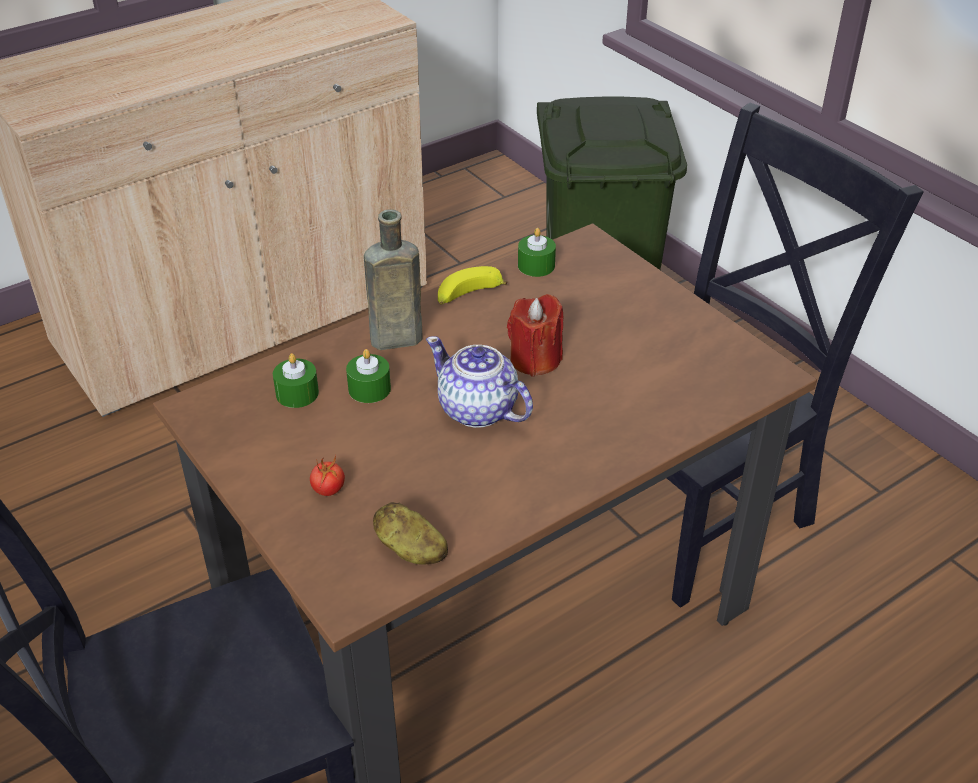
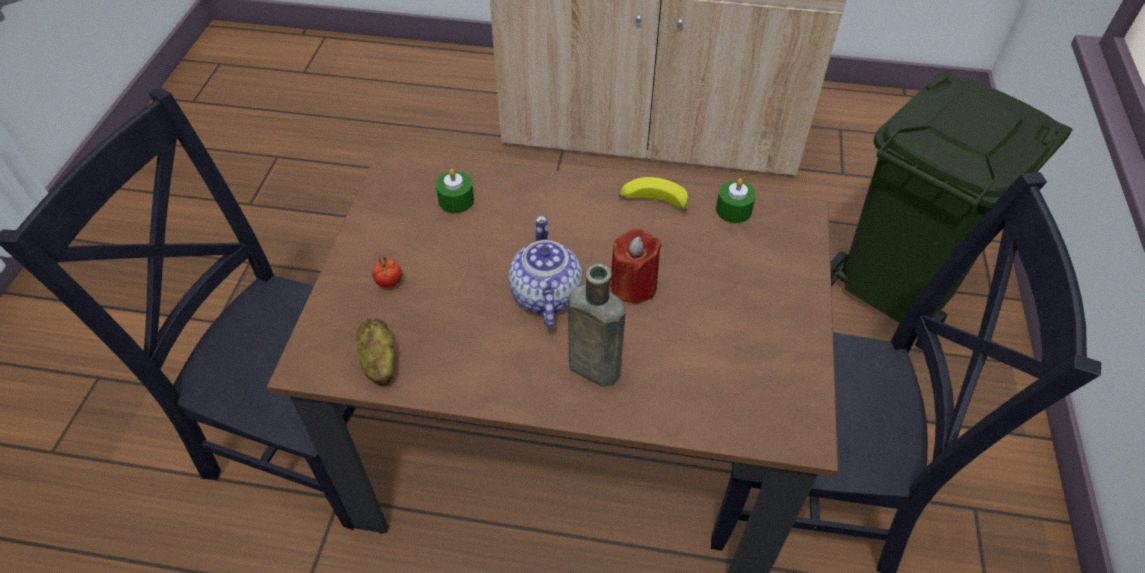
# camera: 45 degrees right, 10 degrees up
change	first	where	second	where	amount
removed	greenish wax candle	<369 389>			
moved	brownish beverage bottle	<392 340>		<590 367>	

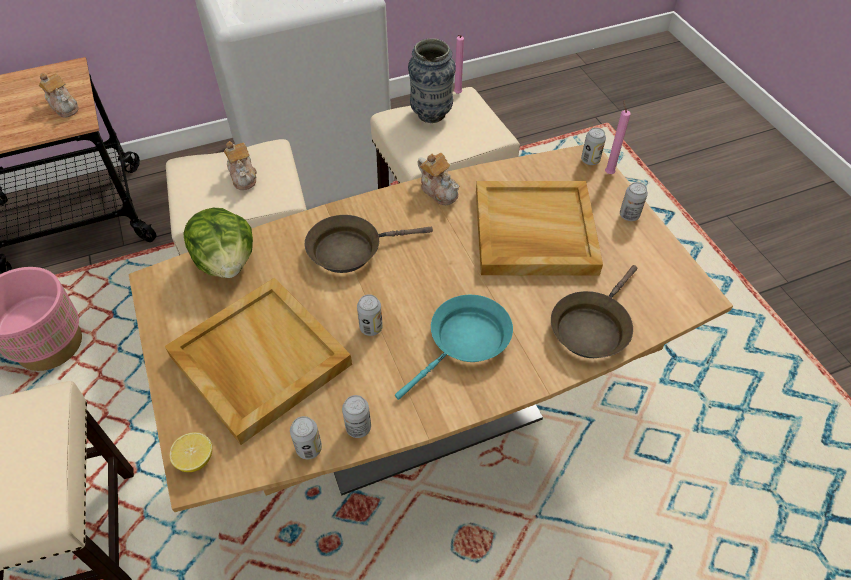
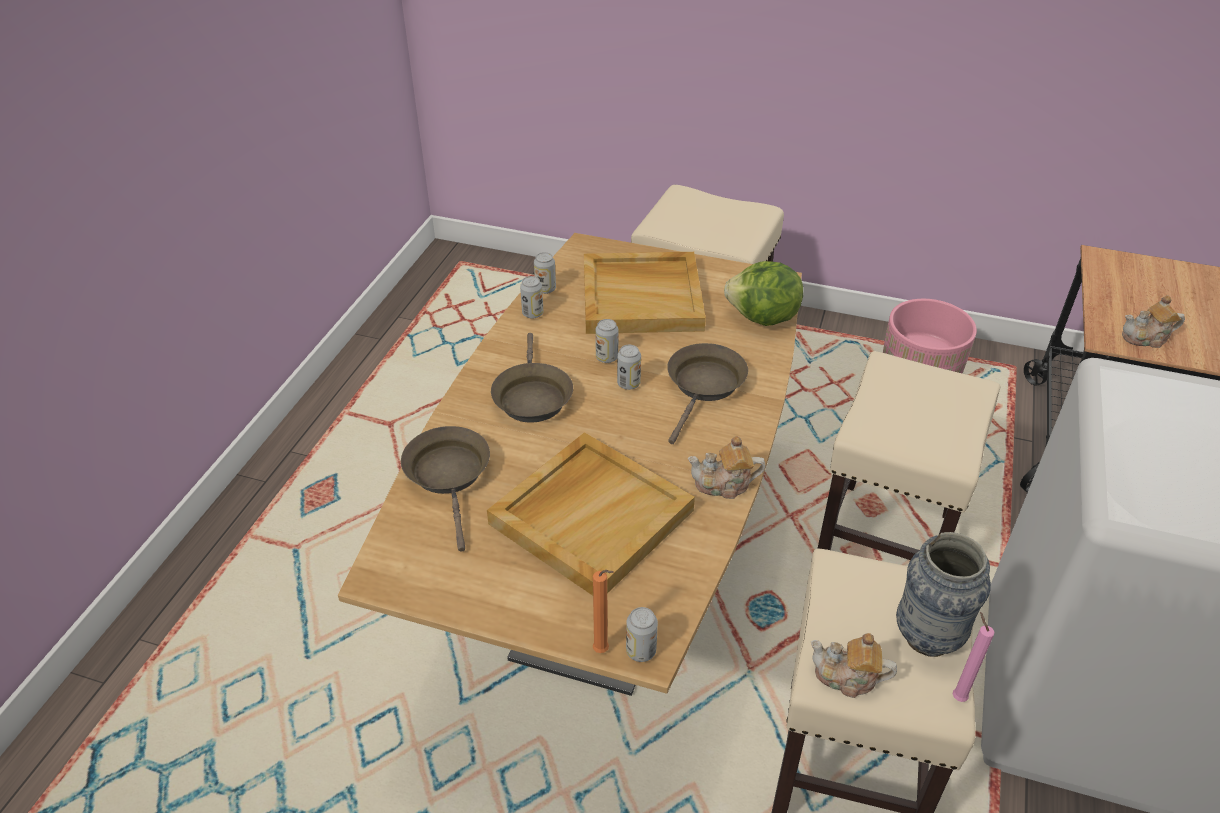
# camera: 130 degrees right, 10 degrees down
change	first	where	second	where	amount
removed	whole lemon	<195 459>			
moved	tea pot	<243 176>		<847 677>	
moved	sealed can	<629 215>		<628 384>	
recoloured	turquoise pan	<465 342>	brownish pan	<531 396>	
recoloured	pink wax candle	<608 172>	orangey wax candle	<603 651>	

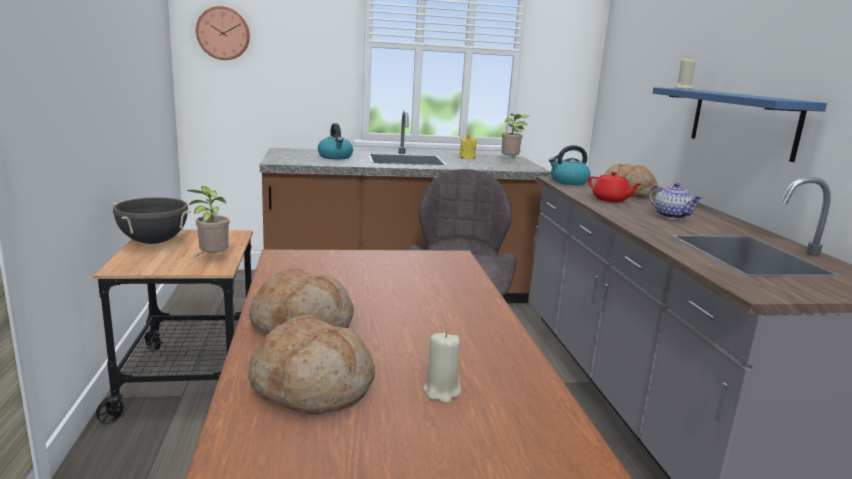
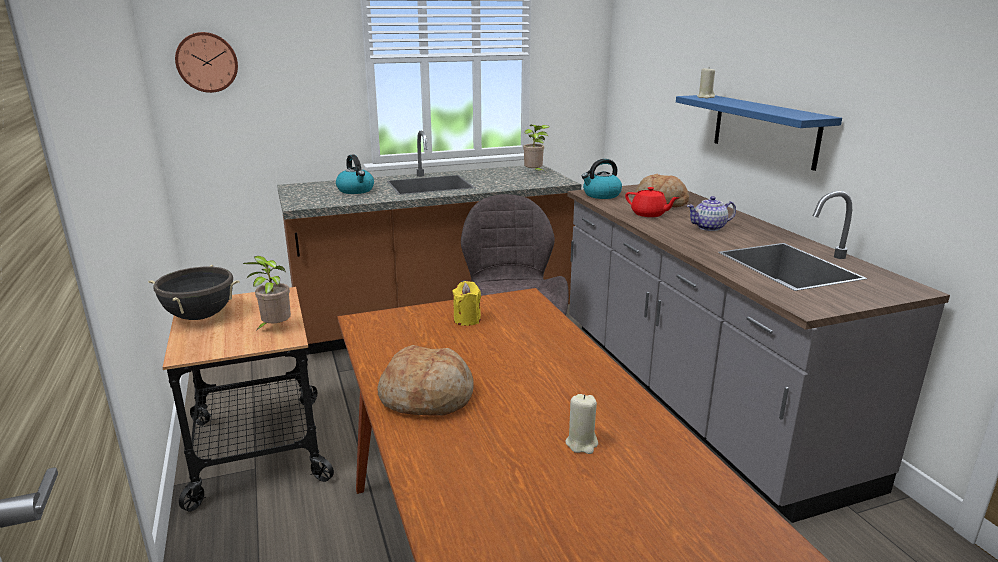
# camera: 10 degrees left, 5 degrees up
change	first	where	second	where	amount
removed	baked bread	<312 386>			
moved	yellow wax candle	<467 157>		<467 320>	
turned	tea pot	<671 216>		<709 227>	120 degrees clockwise

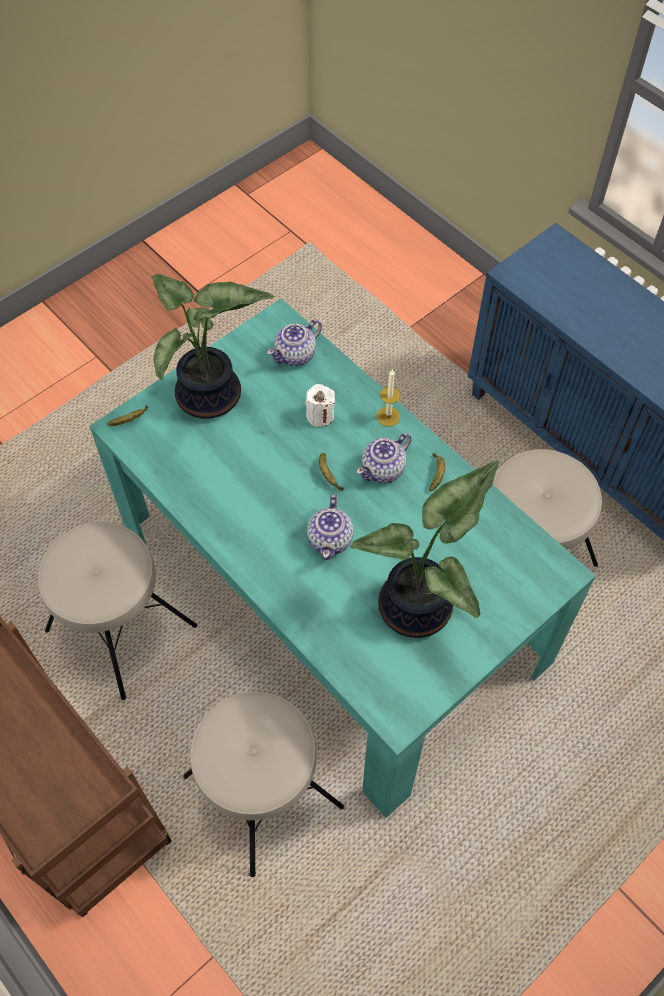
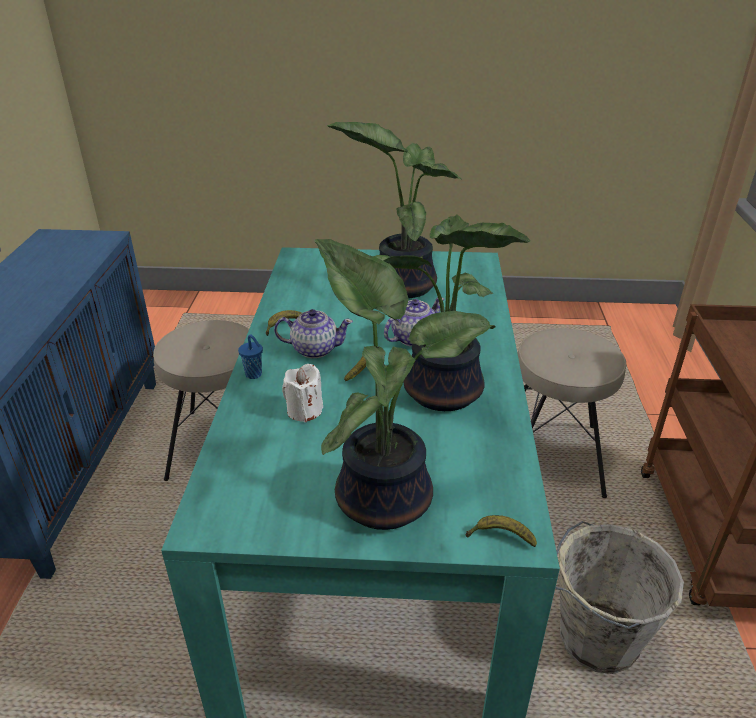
# camera: 135 degrees left, 25 degrees down
change	first	where	second	where	amount
removed	tea pot	<296 355>			
added			plant in a pot	<442 394>	
replaced	beige stool seat	<120 629>	grey pail	<594 639>	
replaced	wax candle	<388 416>	blue-coloured small cup	<254 375>	

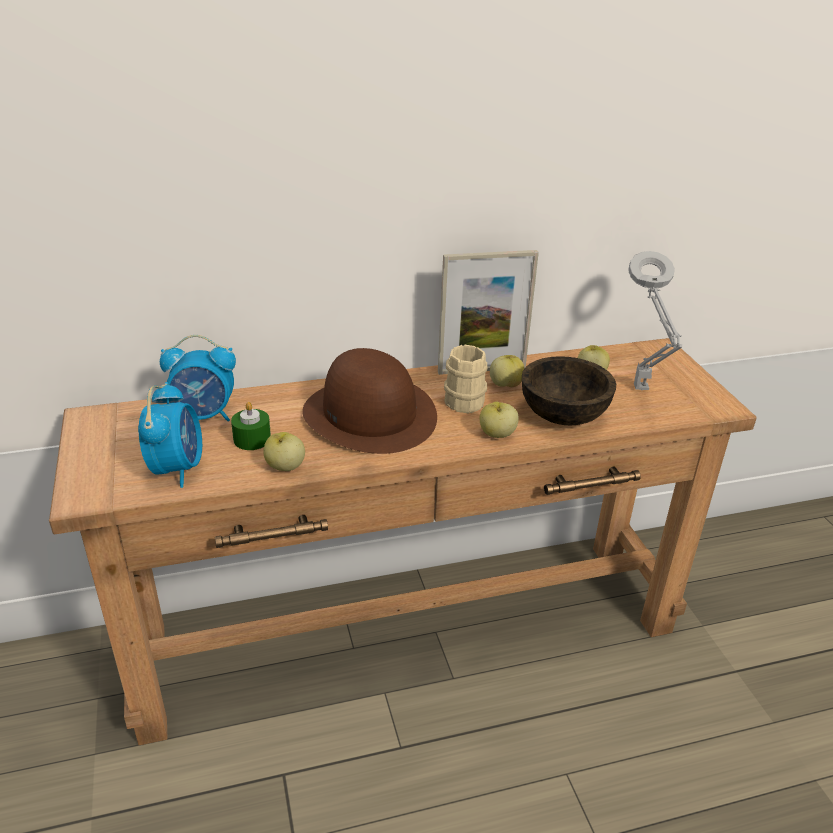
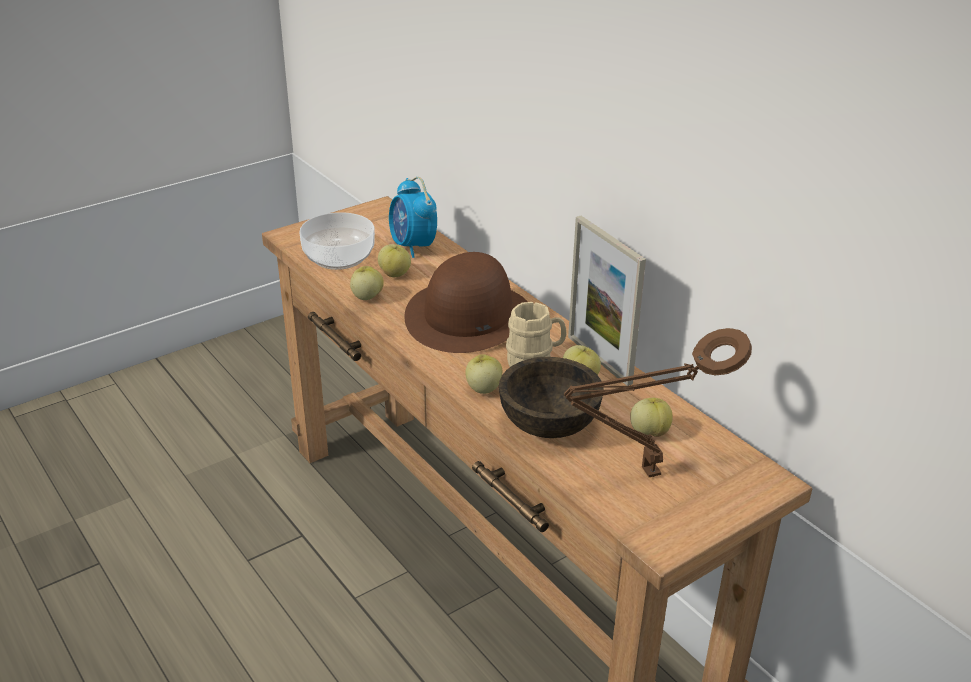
# camera: 70 degrees right, 0 degrees up
change	first	where	second	where	amount
replaced	bedside clock	<177 468>	bowl	<339 256>	
replaced	greenish wax candle	<252 439>	apple fruit	<395 274>	
recoloured	grey lamp for a table	<641 391>	brownish lamp for a table	<645 474>	

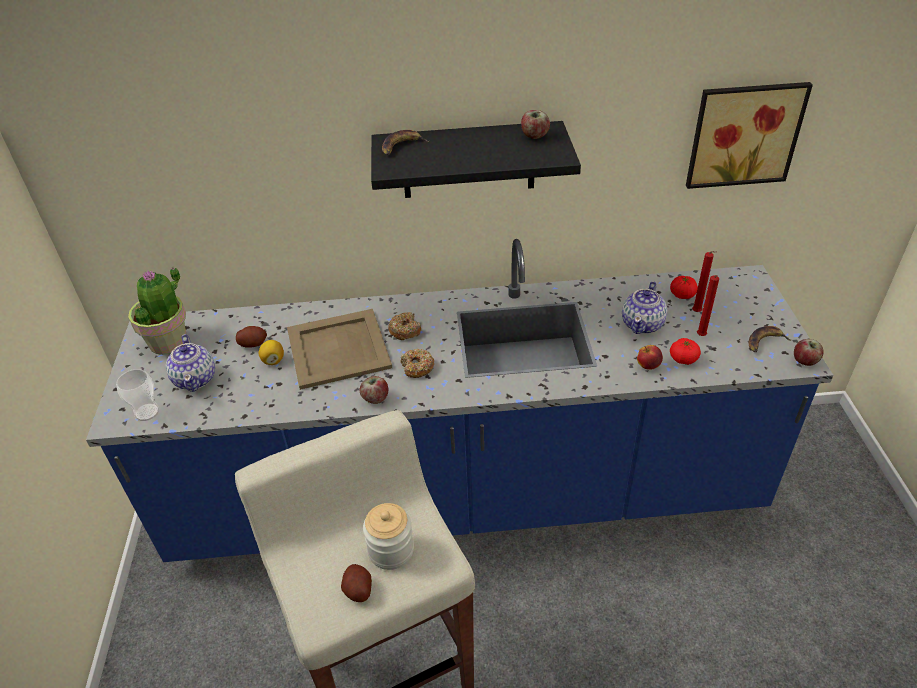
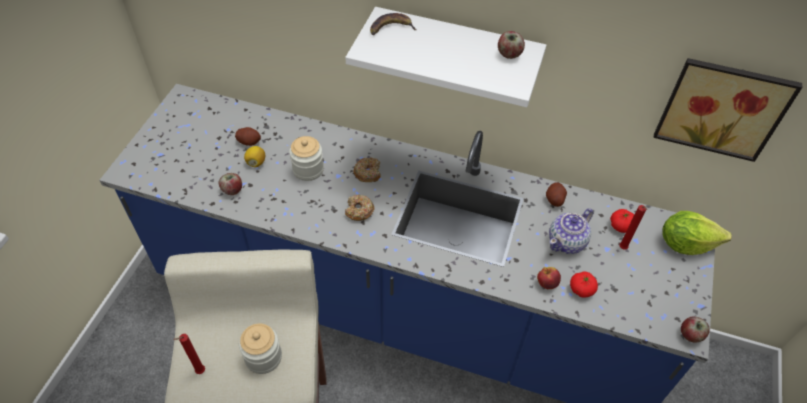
# camera: 20 degrees right, 10 degrees up
change	first	where	second	where	amount
removed	small cup	<147 412>			
removed	plant in a pot	<169 341>			
removed	tea pot	<195 378>			
removed	banana fruit	<765 342>			
added			lettuce	<685 243>	
moved	potato	<358 590>		<554 199>	
moved	apple fruit	<375 398>		<232 190>	
moved	reddish wax candle	<700 337>		<199 372>	
replaced	beige carrying tray	<337 348>	jar	<308 169>	
recoloured	blackish shelf	<468 160>	whitish shelf	<456 51>	

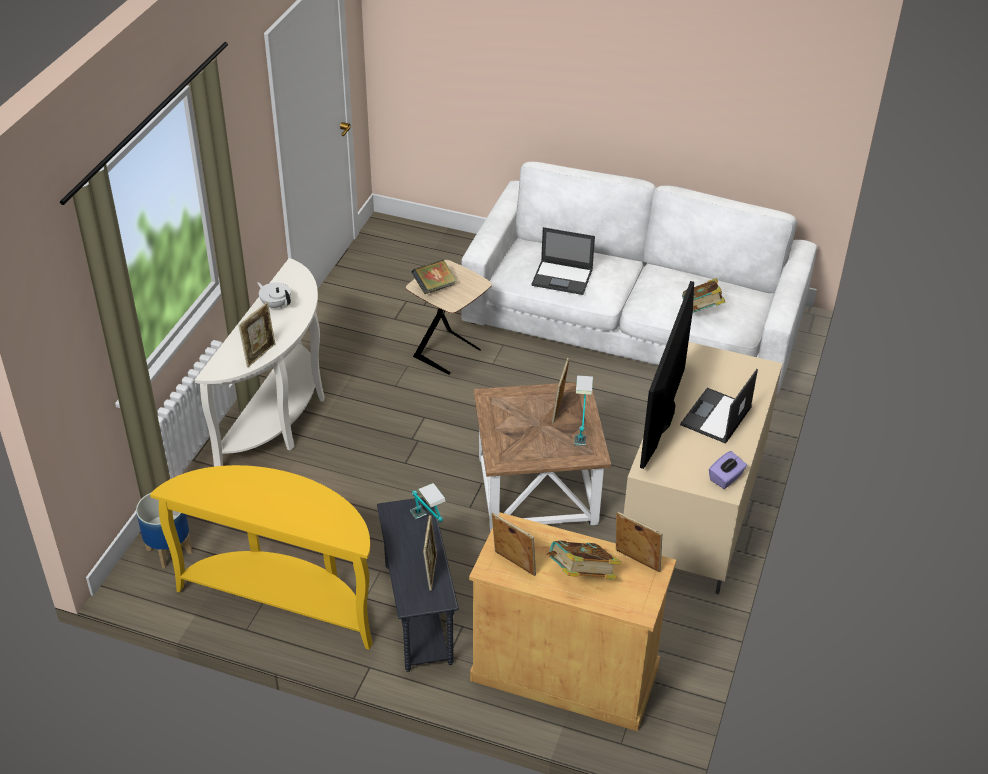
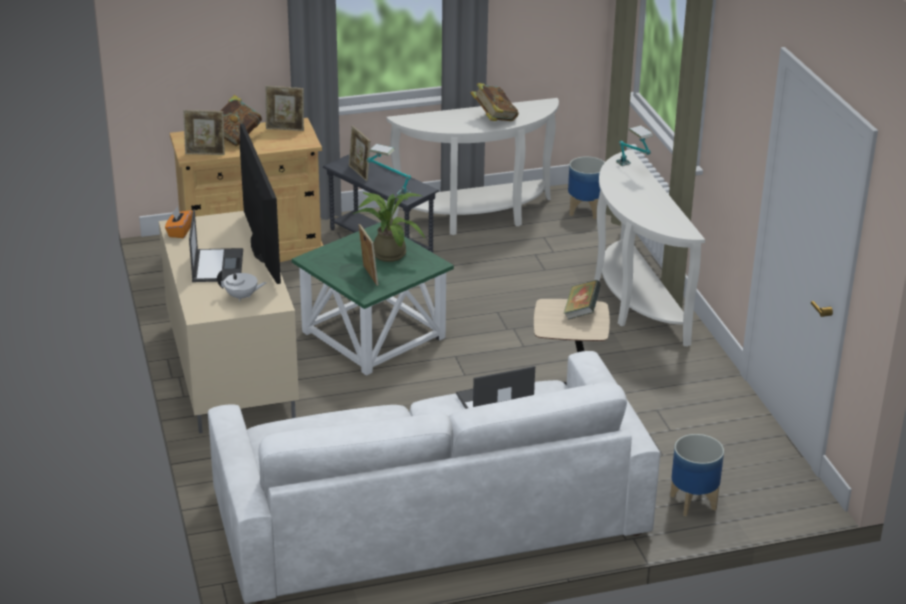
# camera: 145 degrees right, 10 degrees down
change	first	where	second	where	amount
removed	picture frame	<260 354>			
added			plant in a pot	<388 252>	
added			plant pot	<693 502>	
moved	whitish tea pot	<275 304>		<242 296>	
moved	lamp for a table	<581 428>		<633 170>	
moved	volume	<702 311>		<494 119>	
recoloured	yellow console table	<284 599>	whitish console table	<477 218>	
recoloured	brownish end table	<535 491>	greenish end table	<373 334>	
recoloured	purplish tissue box	<726 478>	orangey tissue box	<179 232>	

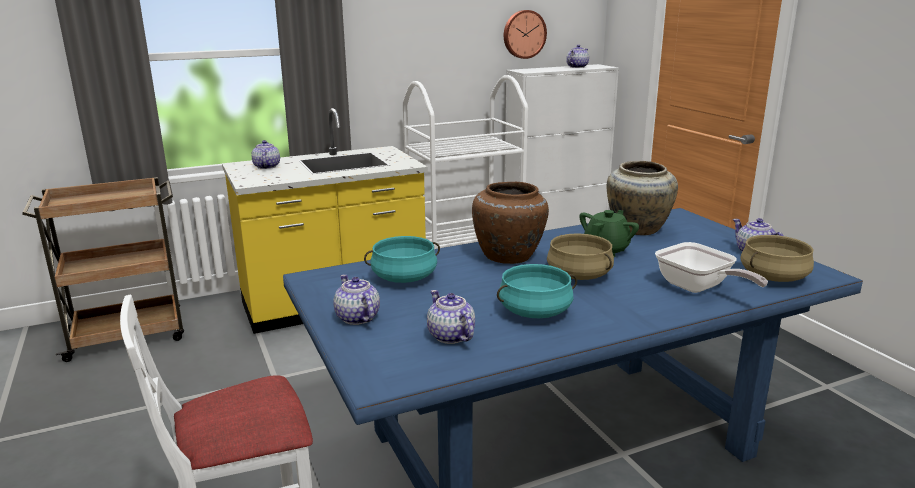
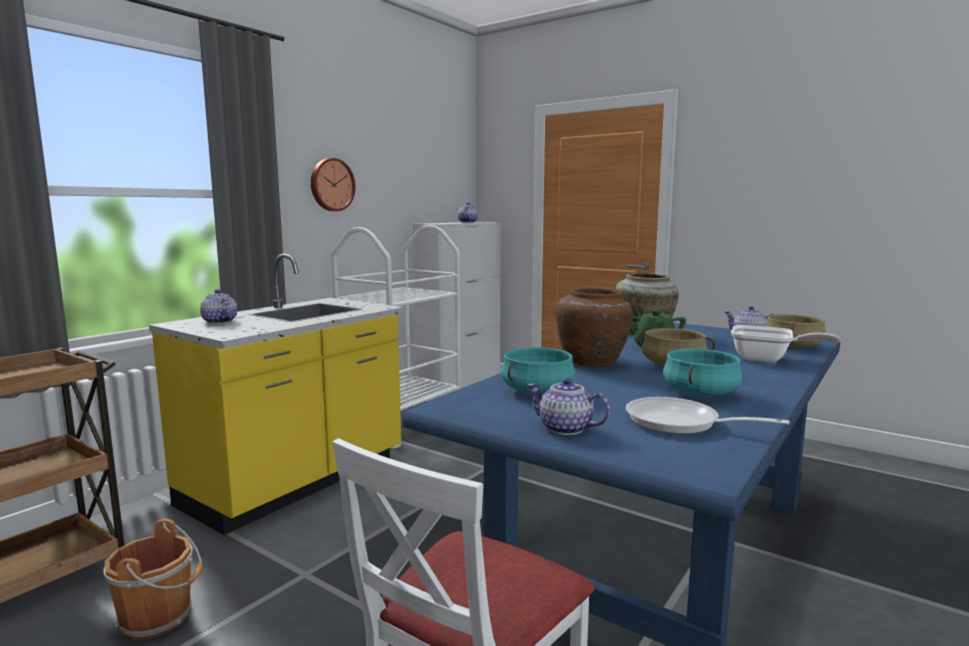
# camera: 30 degrees left, 10 degrees down
change	first	where	second	where	amount
added			brownish pail	<159 617>	
moved	wall clock	<523 34>		<331 185>	
replaced	tea pot	<451 336>	pan	<680 423>	

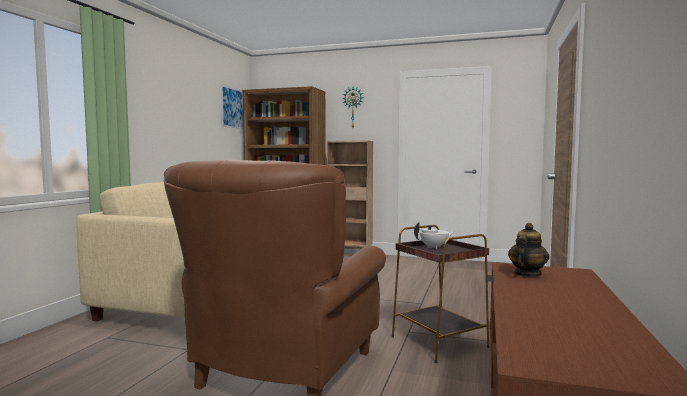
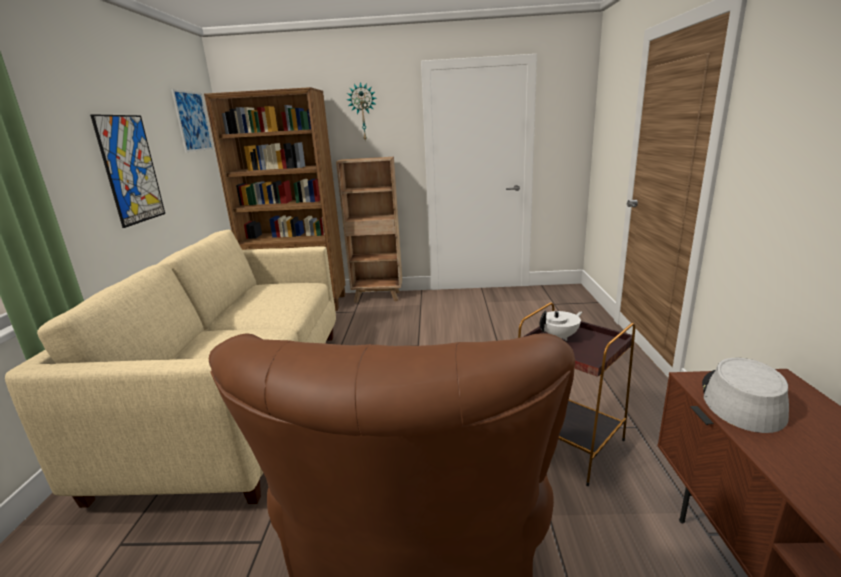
# camera: 15 degrees left, 15 degrees up
change	first	where	second	where	amount
added			picture	<131 169>	
replaced	tea pot	<527 274>	grey clothing hat	<740 400>	

